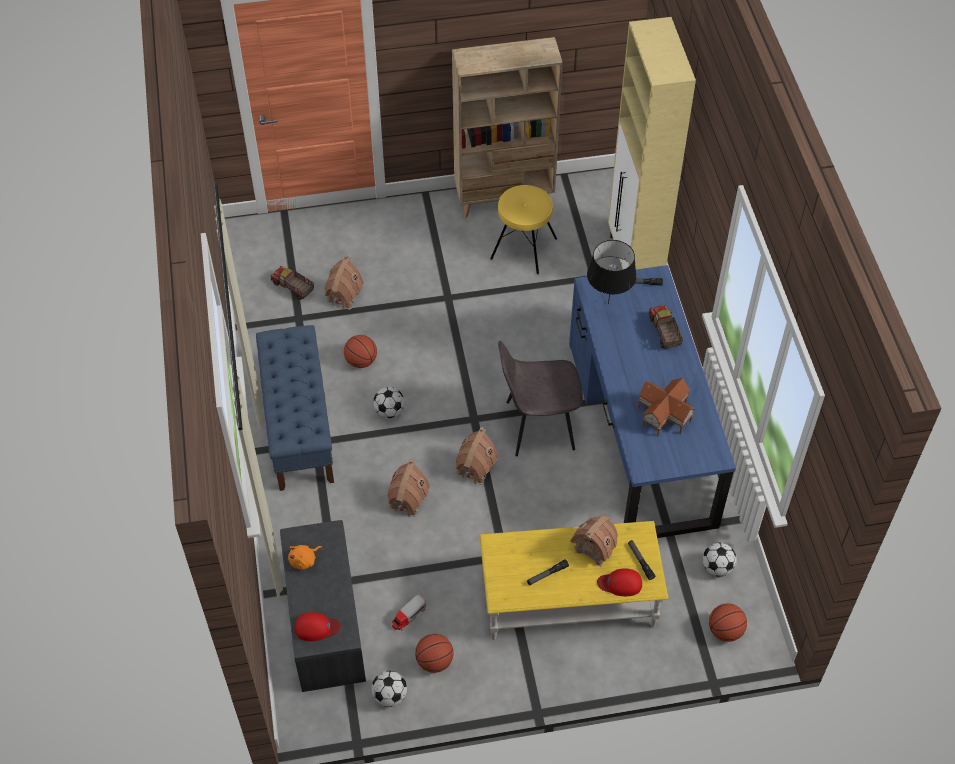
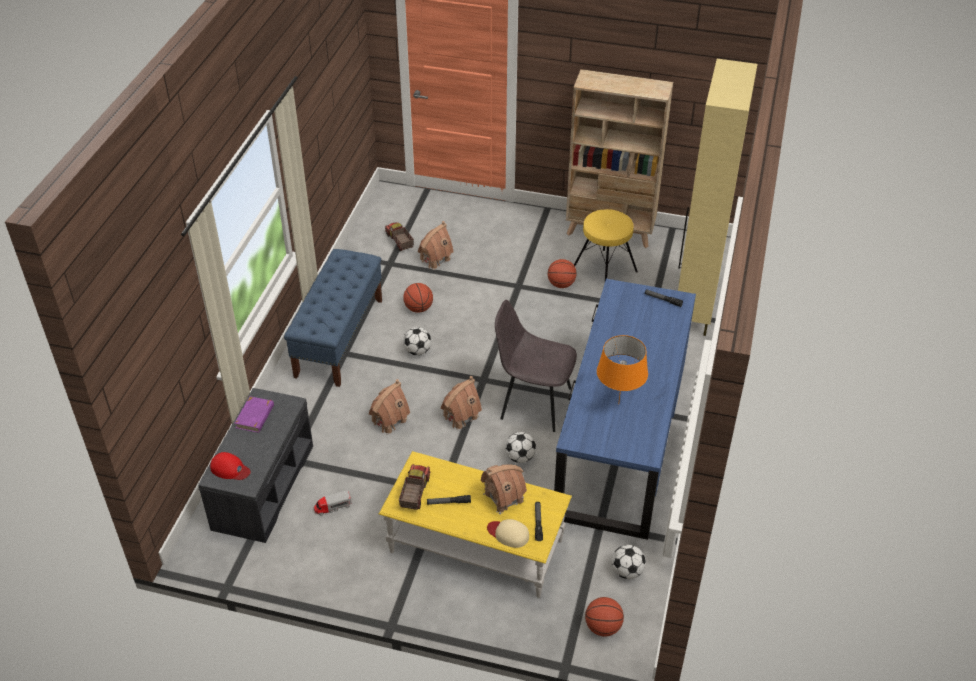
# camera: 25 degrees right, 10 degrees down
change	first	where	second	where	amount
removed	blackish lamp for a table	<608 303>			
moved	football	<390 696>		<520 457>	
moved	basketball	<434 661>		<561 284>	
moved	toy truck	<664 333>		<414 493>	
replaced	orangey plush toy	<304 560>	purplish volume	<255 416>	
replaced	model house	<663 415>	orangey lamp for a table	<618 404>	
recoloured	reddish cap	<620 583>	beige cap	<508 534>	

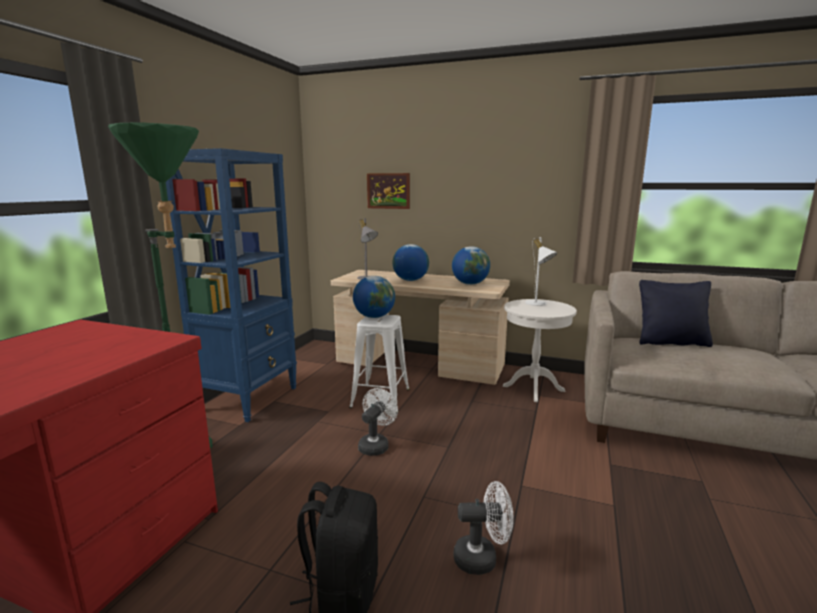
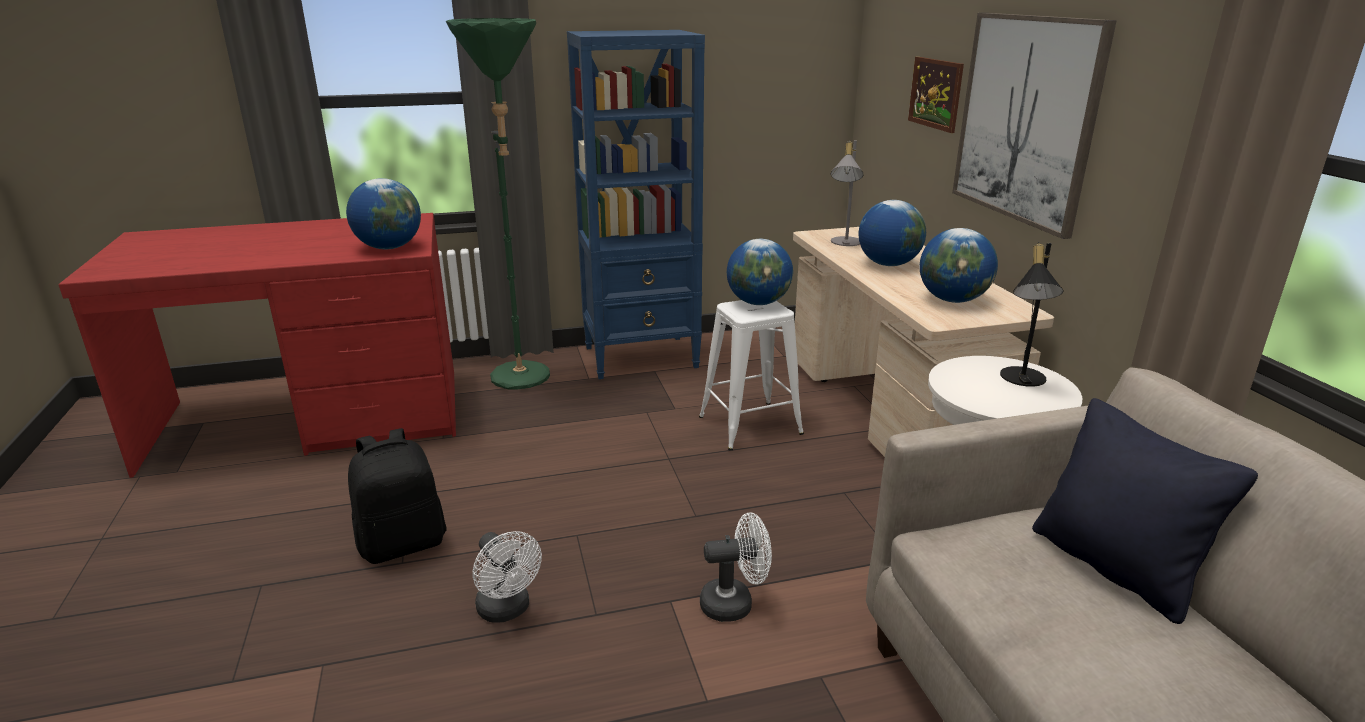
# camera: 55 degrees right, 10 degrees up
change	first	where	second	where	amount
added			world globe	<389 247>	
added			picture	<1026 119>	
moved	whitish cooling fan	<376 445>		<735 603>	
recoloured	whitish lamp for a table	<538 304>	blackish lamp for a table	<1021 380>	

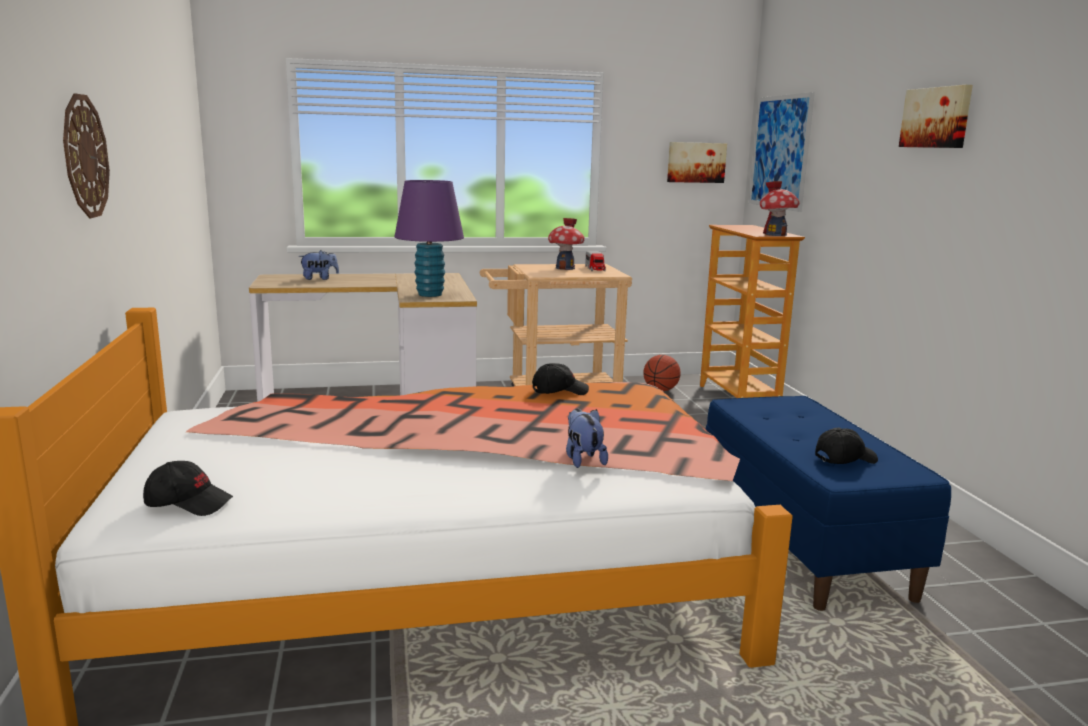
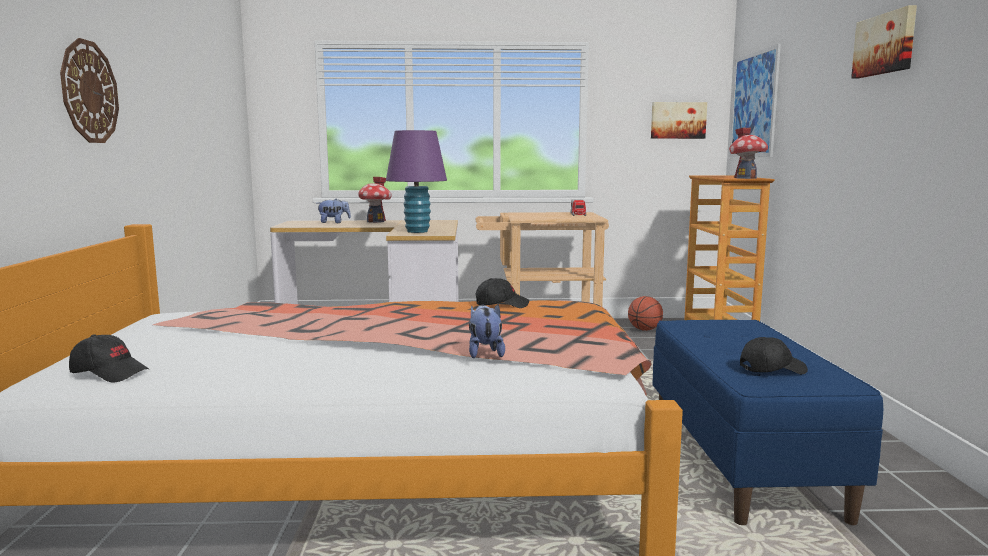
# camera: 10 degrees right, 5 degrees down
change	first	where	second	where	amount
moved	model house	<565 268>		<375 221>	

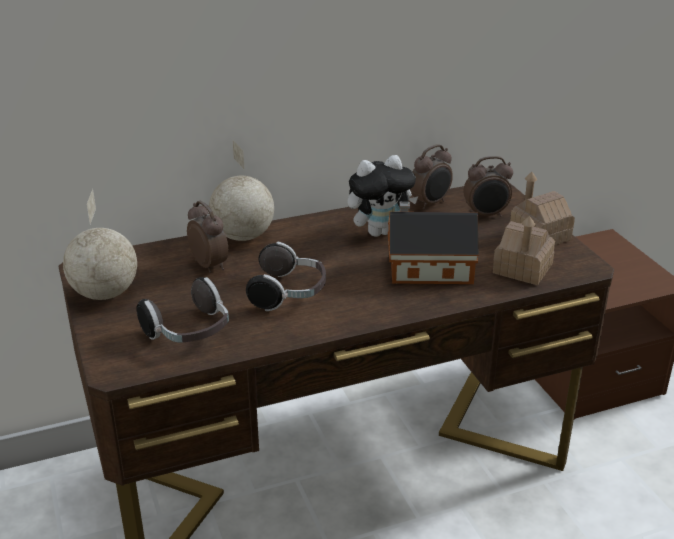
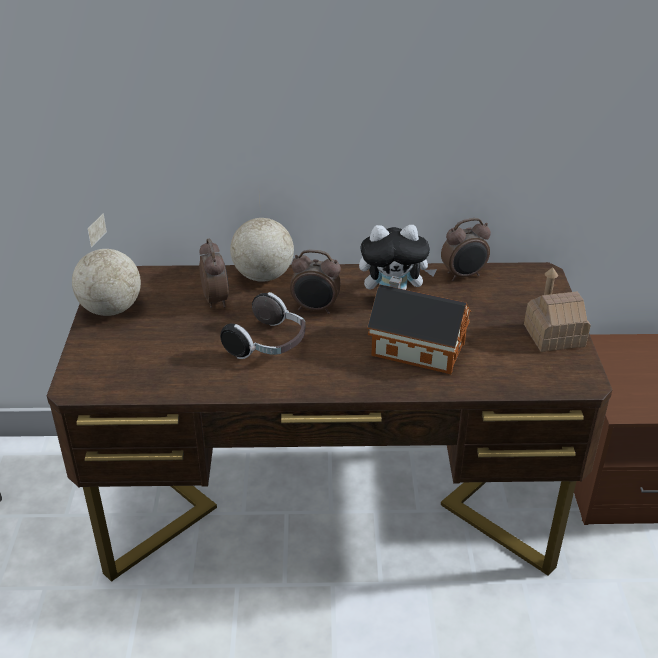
# camera: 20 degrees right, 5 degrees up
change	first	where	second	where	amount
removed	headphones	<189 332>			
removed	model house	<522 269>			
moved	bedside clock	<486 215>		<315 309>	

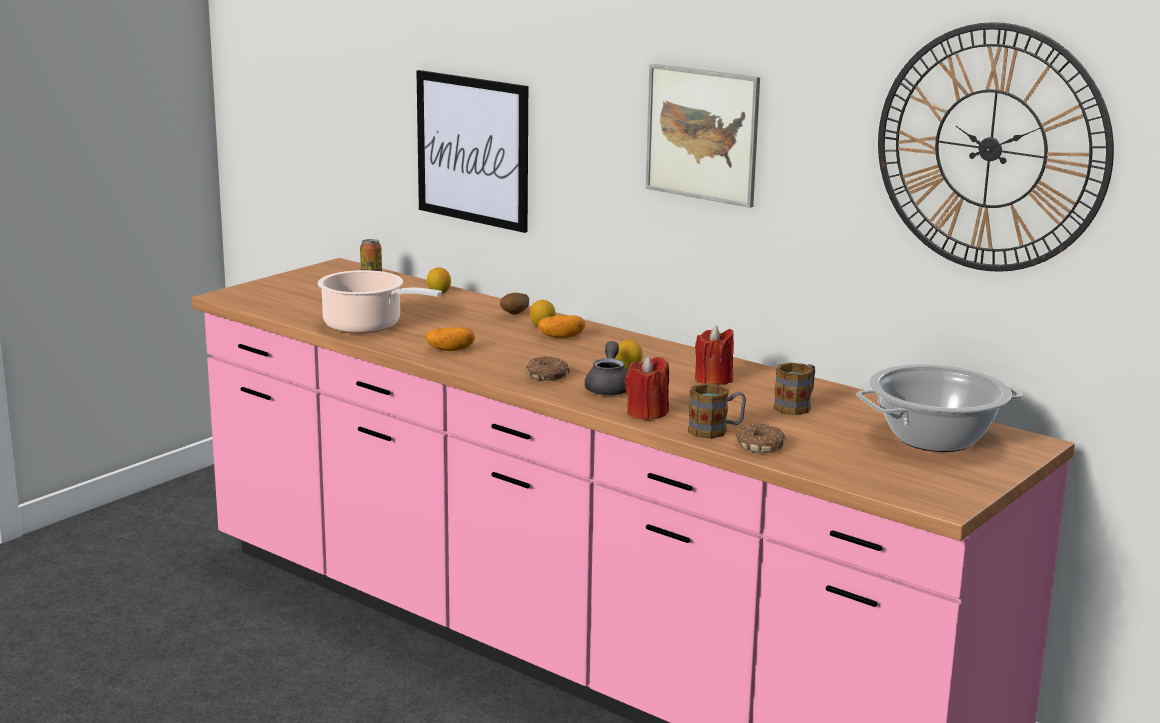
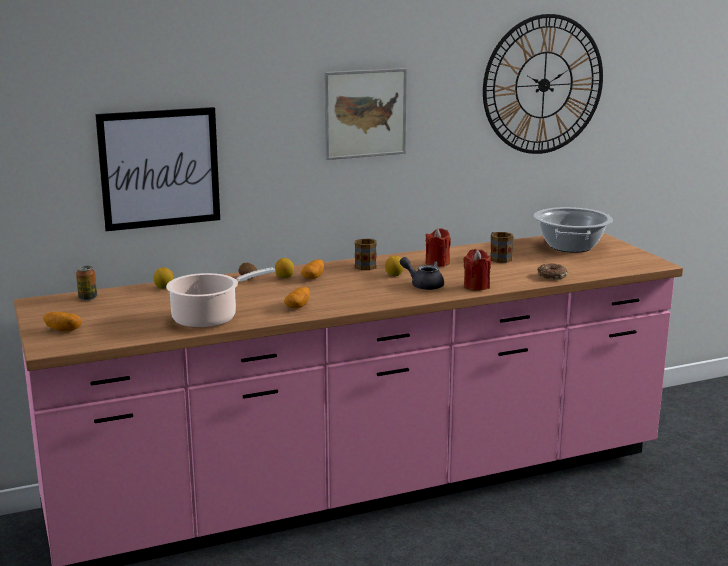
# camera: 60 degrees left, 0 degrees up
change	first	where	second	where	amount
removed	ring doughnut	<547 376>			
added			potato	<63 330>	
moved	coffee mug	<716 431>		<367 265>	

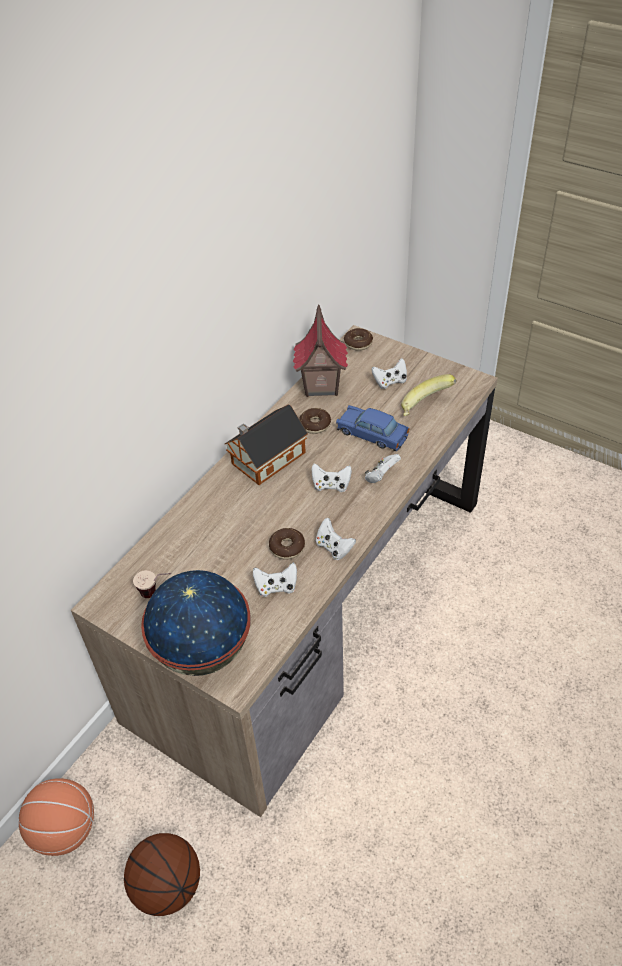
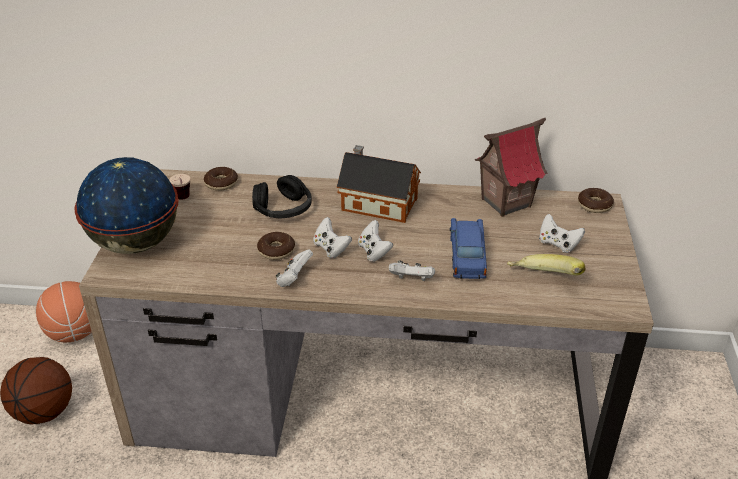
# camera: 60 degrees right, 10 degrees down
change	first	where	second	where	amount
added			blackish headphones	<283 209>	
moved	whitish game controller	<276 587>		<331 248>	
moved	ring doughnut	<315 424>		<221 183>	

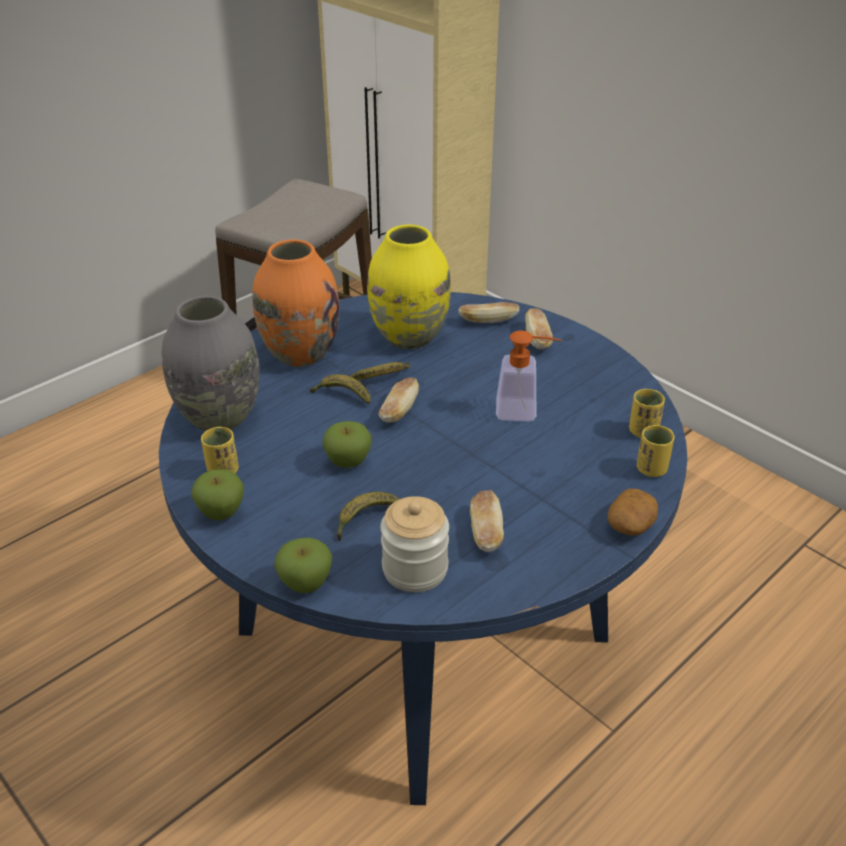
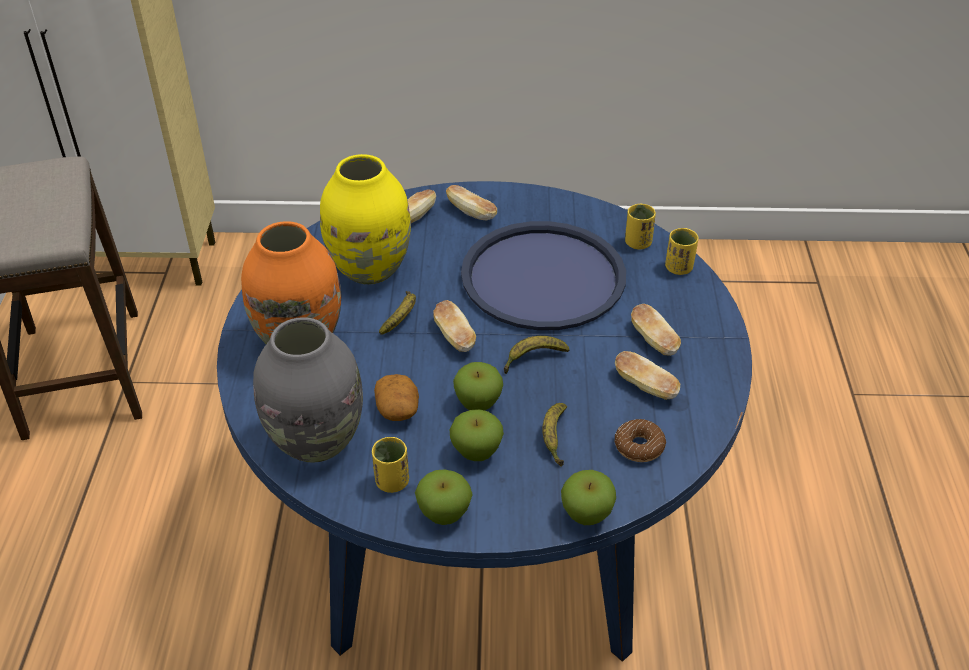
# camera: 45 degrees left, 5 degrees up
change	first	where	second	where	amount
added			apple fruit	<476 452>	
added			baked bread	<653 341>	
moved	banana fruit	<342 396>		<533 359>	
moved	potato	<630 525>		<398 409>	
replaced	jar	<415 569>	ring doughnut	<639 446>	
replaced	soap dispenser	<524 411>	blue-coloured carrying tray	<543 277>	

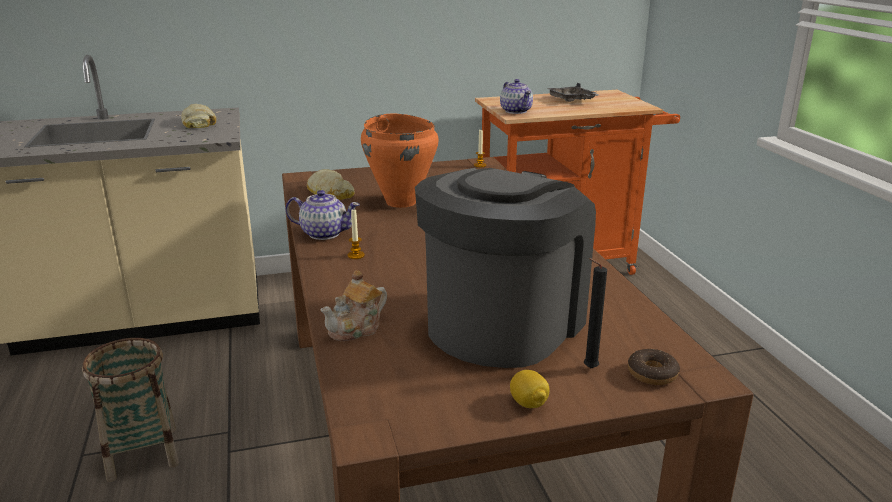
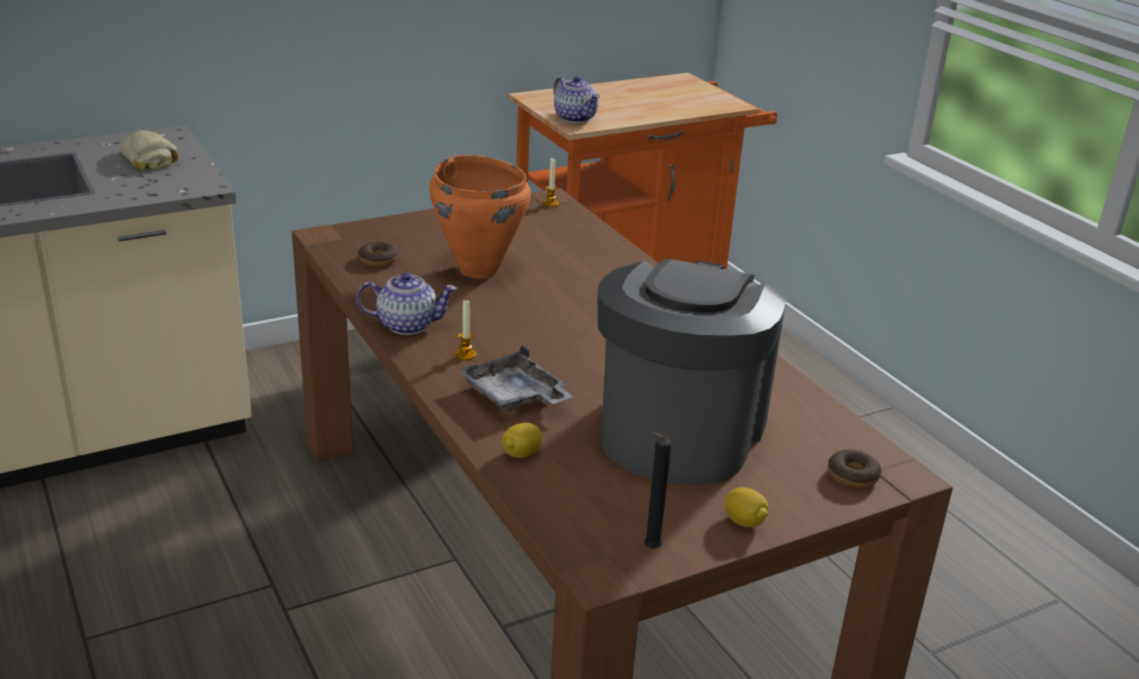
# camera: 15 degrees left, 5 degrees up
change	first	where	second	where	amount
removed	basket	<142 453>			
moved	grey carrying tray	<572 100>		<514 396>	
moved	blackish wax candle	<588 368>		<649 549>	
replaced	baked bread	<330 193>	ring doughnut	<378 260>	
replaced	tea pot	<356 329>	whole lemon	<521 454>	

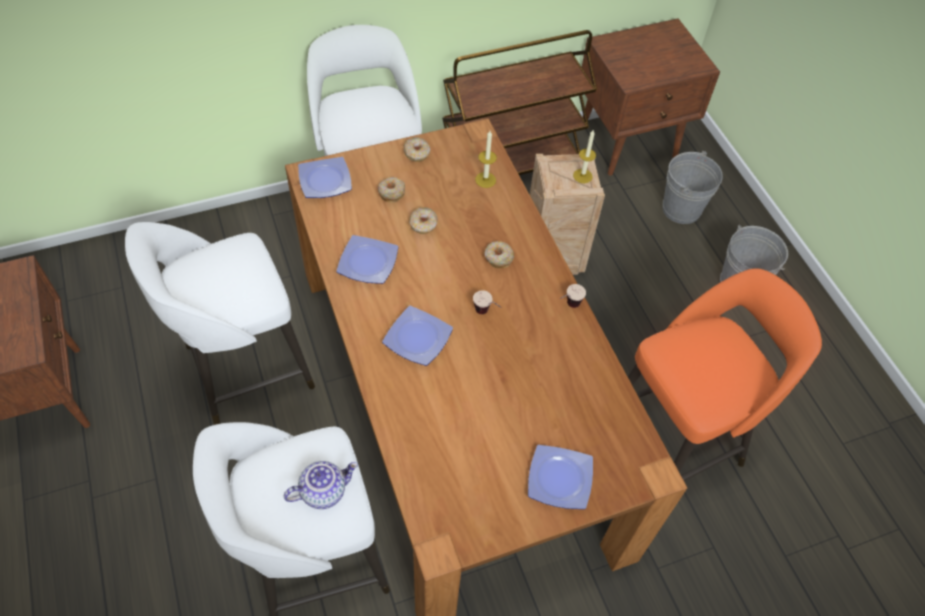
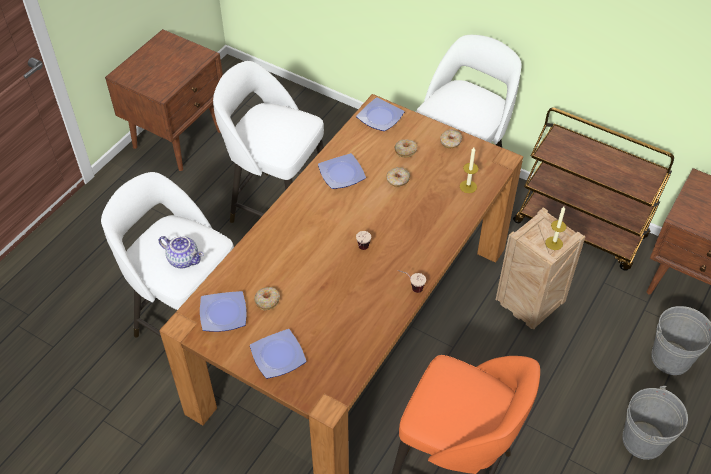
# camera: 55 degrees right, 5 degrees down
change	first	where	second	where	amount
moved	dinner plate	<419 338>		<224 314>	
moved	ring doughnut	<498 258>		<267 301>	

